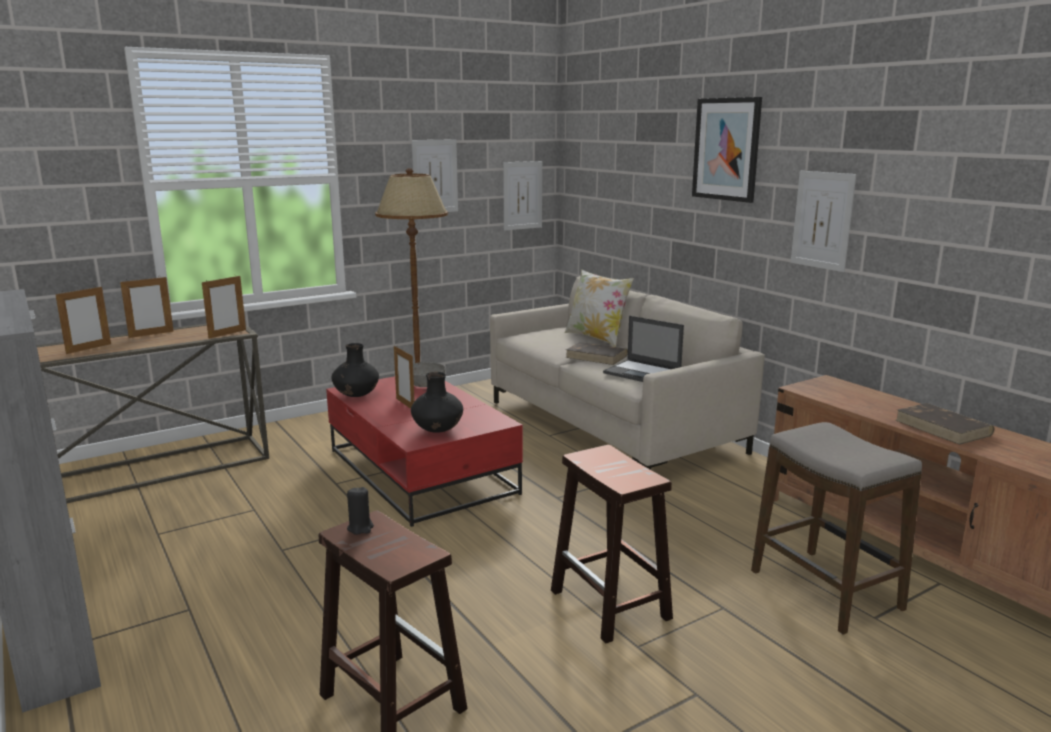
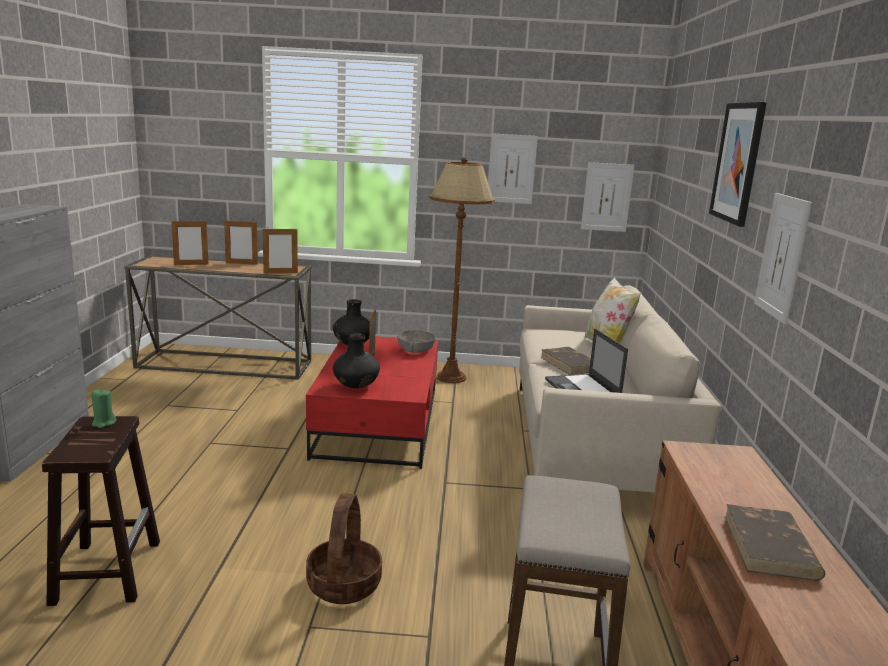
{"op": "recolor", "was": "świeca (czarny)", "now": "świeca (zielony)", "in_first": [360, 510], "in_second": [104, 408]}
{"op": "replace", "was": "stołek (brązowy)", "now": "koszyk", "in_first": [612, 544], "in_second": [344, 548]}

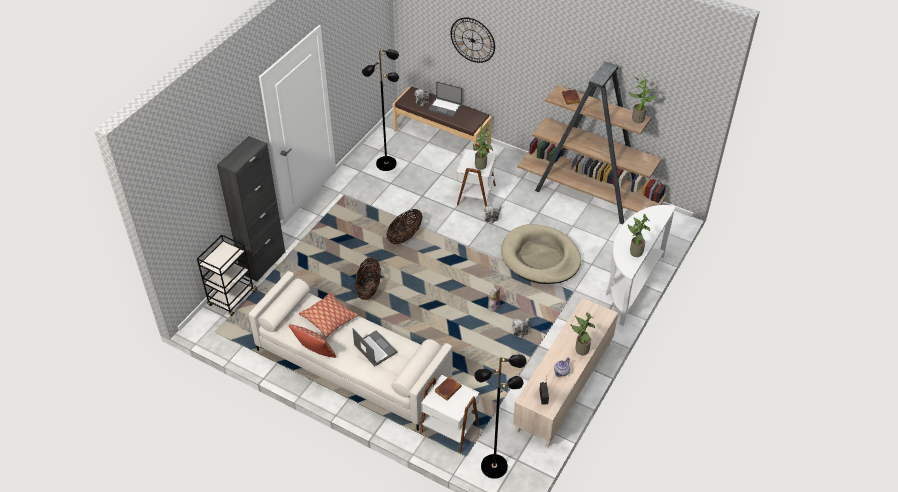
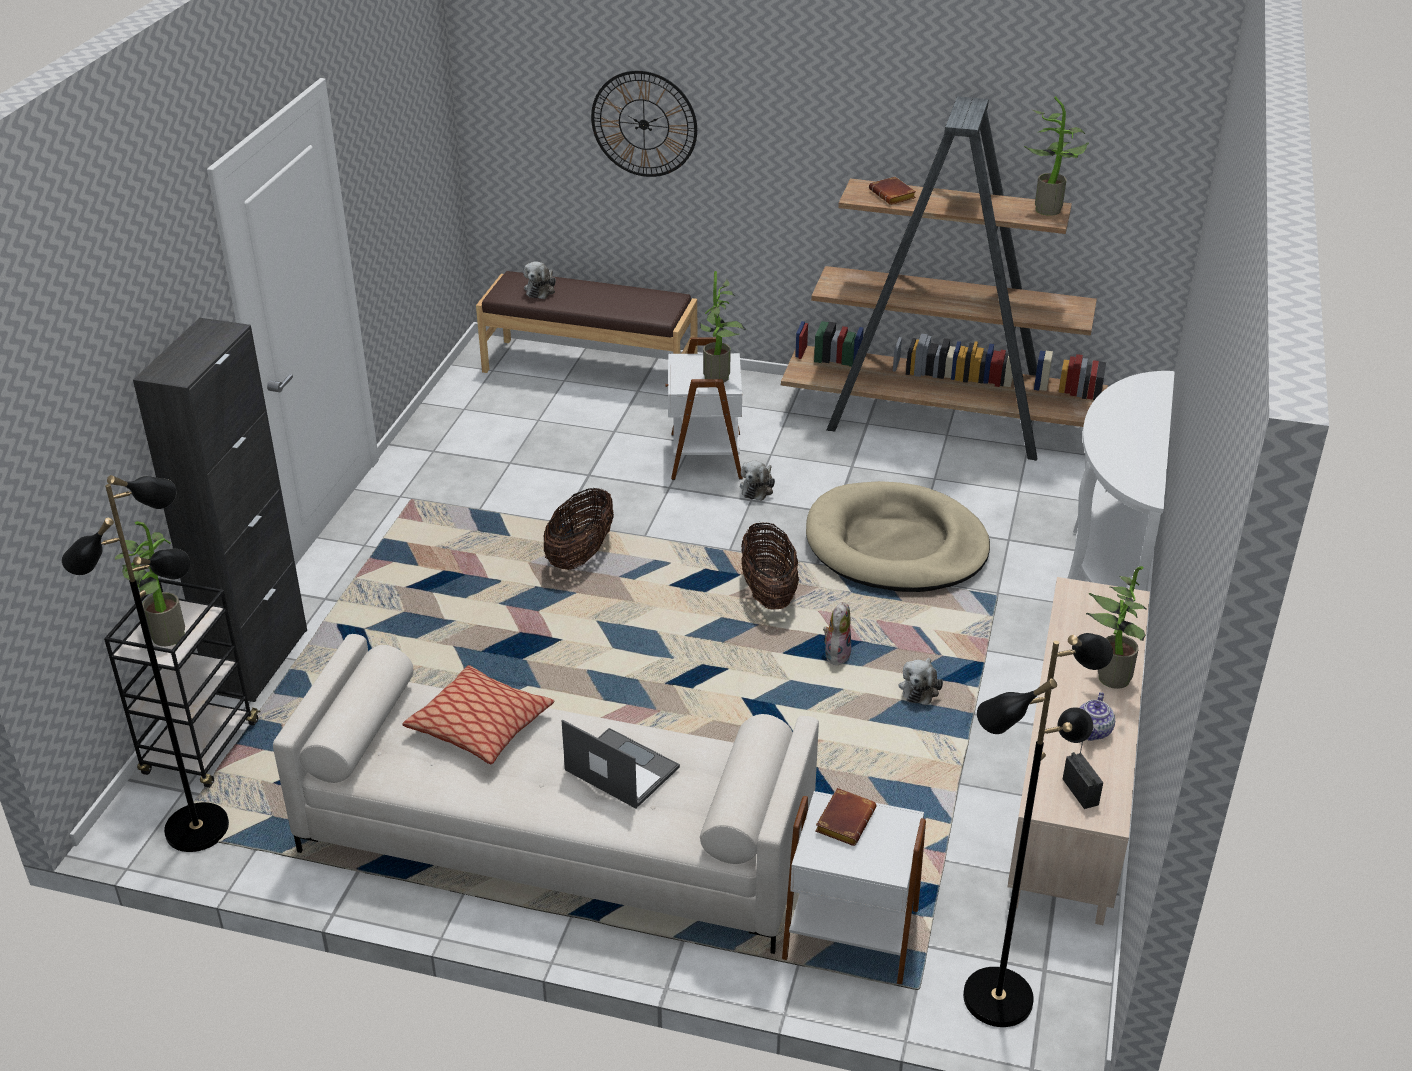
{"op": "move", "was": "lampa stojąca (czarny)", "in_first": [380, 109], "in_second": [145, 663]}
{"op": "move", "was": "roślina doniczkowa", "in_first": [639, 235], "in_second": [150, 583]}
{"op": "move", "was": "koszyk", "in_first": [368, 278], "in_second": [770, 565]}
{"op": "delete", "was": "poduszka", "in_first": [312, 341]}
{"op": "delete", "was": "laptop", "in_first": [445, 99]}

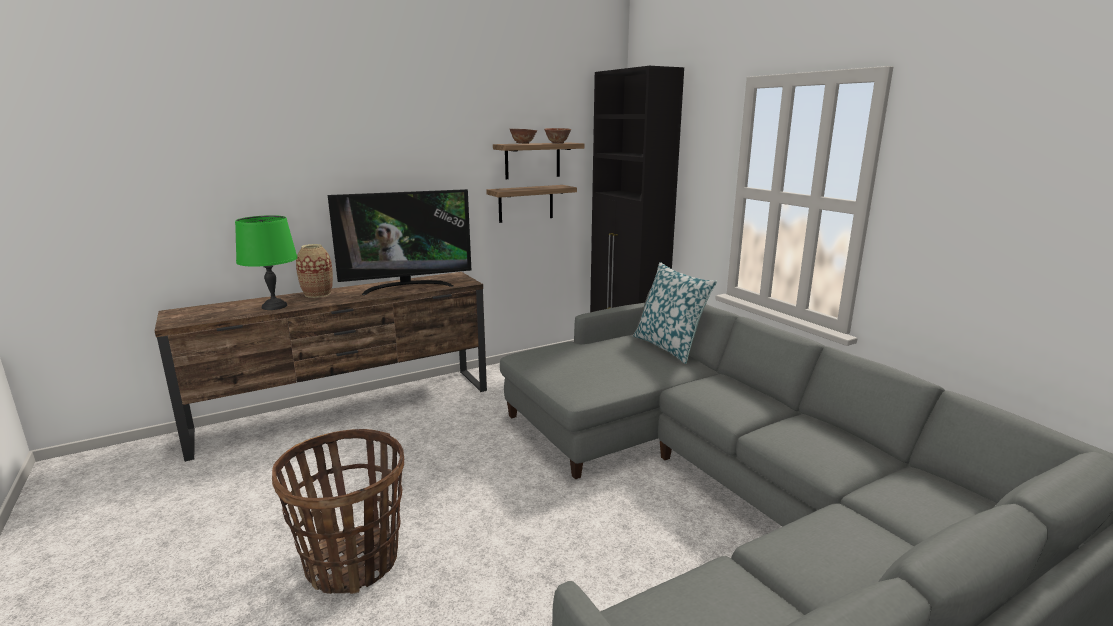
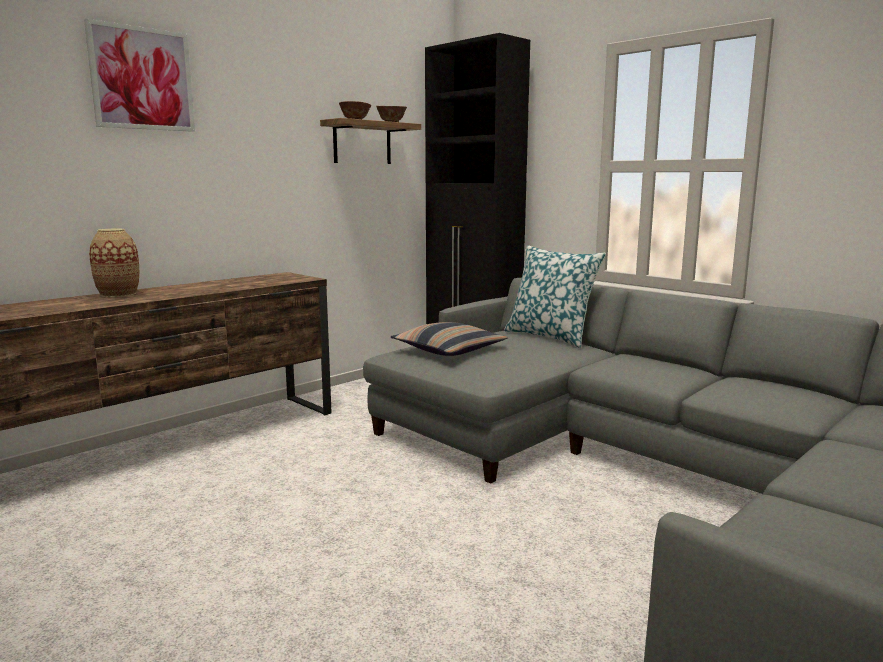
{"op": "insert", "now": "obraz", "in_second": [139, 75]}
{"op": "insert", "now": "poduszka", "in_second": [449, 339]}
{"op": "delete", "was": "lampa stołowa (zielony)", "in_first": [266, 262]}
{"op": "delete", "was": "koszyk", "in_first": [338, 511]}
{"op": "delete", "was": "telewizor", "in_first": [399, 242]}
{"op": "delete", "was": "półka", "in_first": [531, 204]}

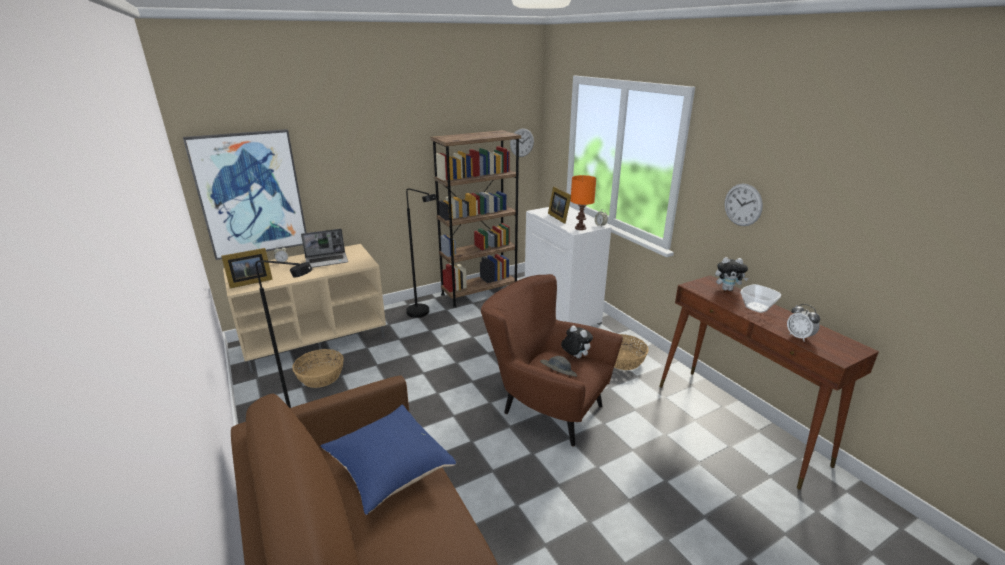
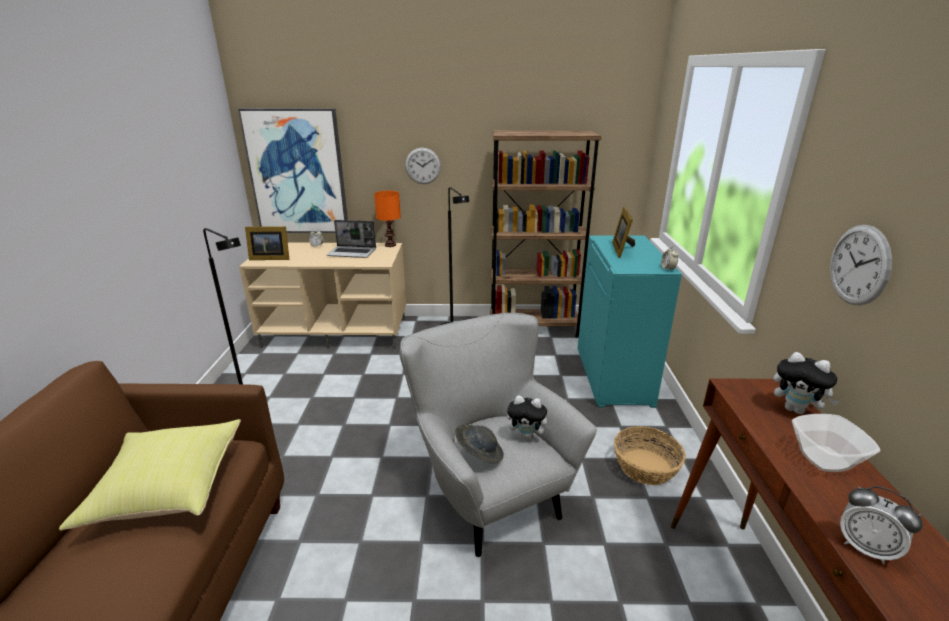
{"op": "recolor", "was": "poduszka (niebieski)", "now": "poduszka (żółty)", "in_first": [388, 459], "in_second": [150, 475]}
{"op": "move", "was": "lampa stołowa (pomarańczowy)", "in_first": [583, 202], "in_second": [387, 219]}
{"op": "recolor", "was": "fotel (brązowy)", "now": "fotel (szary)", "in_first": [552, 360], "in_second": [498, 435]}
{"op": "move", "was": "zegar ścienny", "in_first": [522, 142], "in_second": [423, 166]}
{"op": "rotate", "was": "pluszak", "in_first": [577, 341], "in_second": [529, 418], "clockwise": 120}
{"op": "recolor", "was": "szafka (biały)", "now": "szafka (turkusowy)", "in_first": [568, 266], "in_second": [630, 321]}
{"op": "rotate", "was": "budzik", "in_first": [803, 322], "in_second": [881, 525], "clockwise": -45}
{"op": "delete", "was": "koszyk", "in_first": [318, 368]}

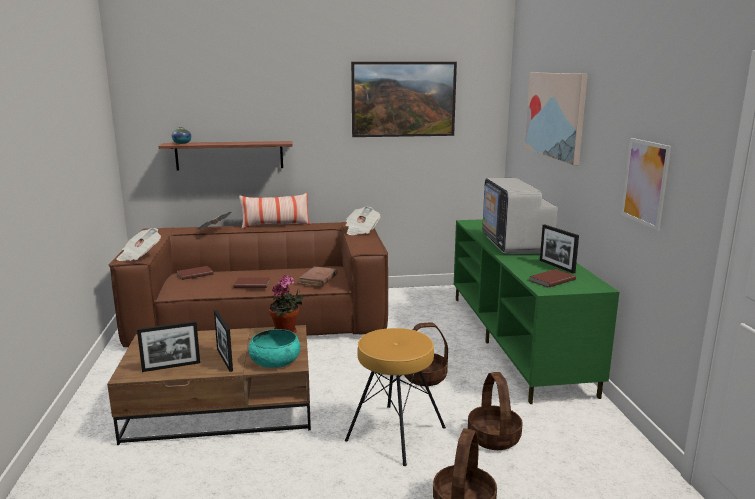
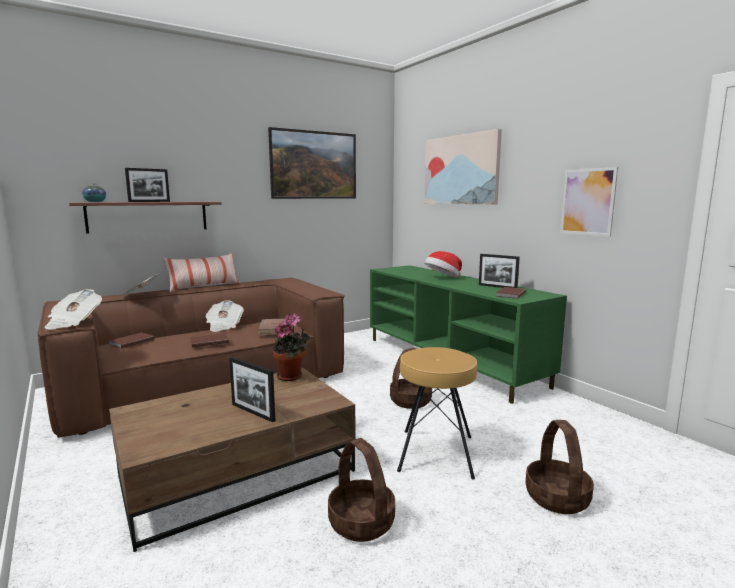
{"op": "move", "was": "ramka na zdjęcie", "in_first": [168, 346], "in_second": [147, 185]}
{"op": "move", "was": "gazeta", "in_first": [363, 221], "in_second": [224, 316]}
{"op": "move", "was": "koszyk", "in_first": [495, 411], "in_second": [361, 490]}
{"op": "replace", "was": "telewizor", "now": "kapelusz", "in_first": [520, 216], "in_second": [443, 264]}
{"op": "delete", "was": "miska (turkusowy)", "in_first": [274, 348]}

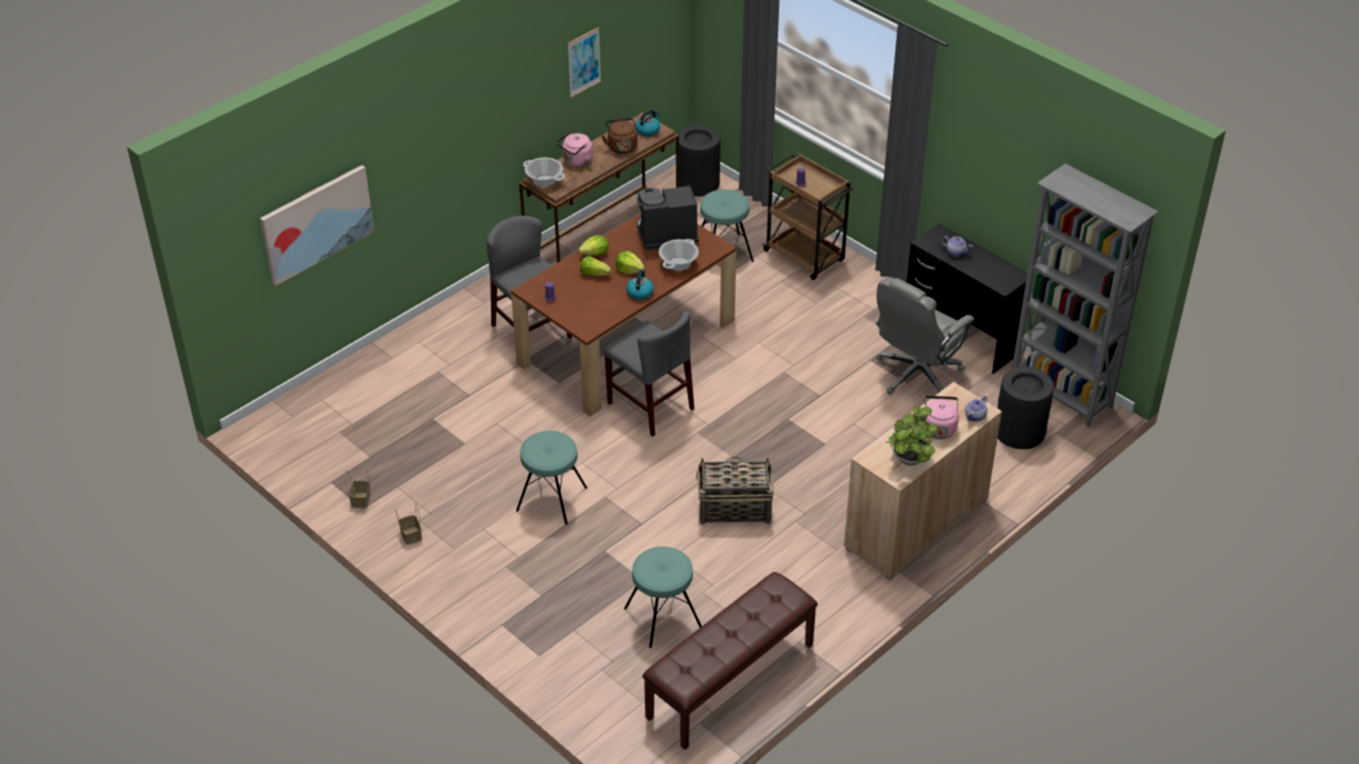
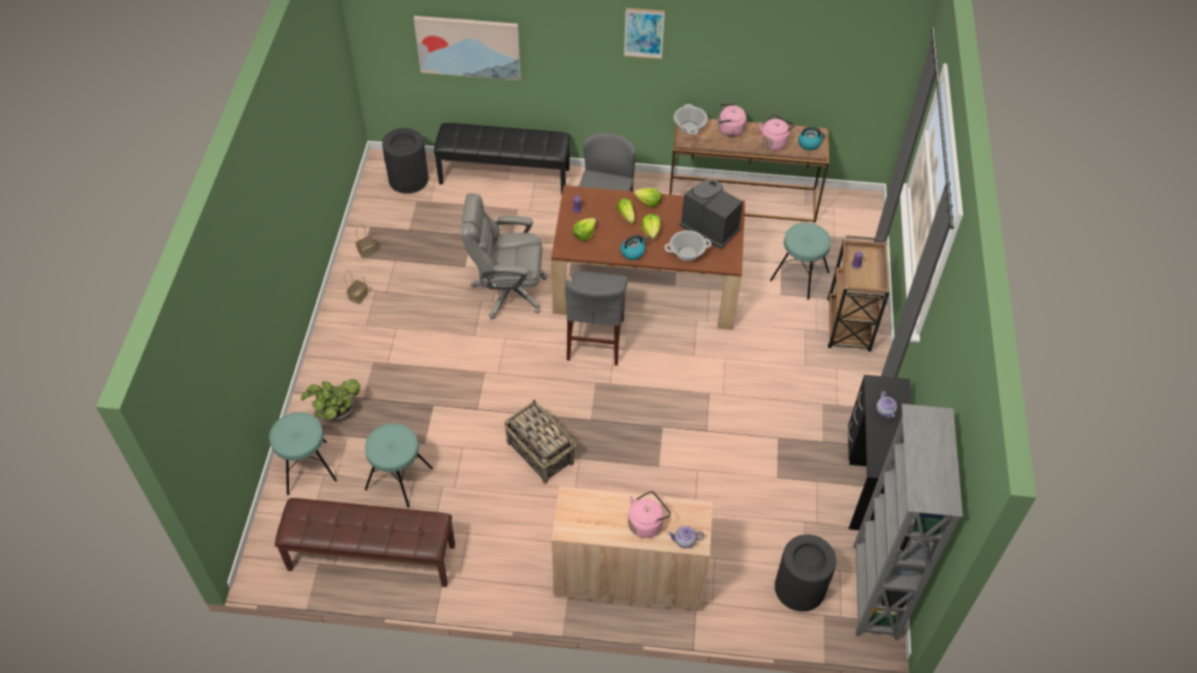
{"op": "move", "was": "stołek (turkusowy)", "in_first": [551, 478], "in_second": [303, 453]}
{"op": "move", "was": "roślina doniczkowa", "in_first": [912, 435], "in_second": [330, 399]}
{"op": "move", "was": "kosz na śmieci (czarny)", "in_first": [699, 161], "in_second": [405, 161]}
{"op": "insert", "now": "ławka (czarny)", "in_second": [502, 159]}
{"op": "move", "was": "krzesło biurowe (szary)", "in_first": [925, 336], "in_second": [504, 256]}
{"op": "insert", "now": "sałata", "in_second": [584, 229]}
{"op": "move", "was": "obraz", "in_first": [584, 62], "in_second": [644, 33]}
{"op": "recolor", "was": "czajnik (brązowy)", "now": "czajnik (różowy)", "in_first": [619, 136], "in_second": [777, 132]}

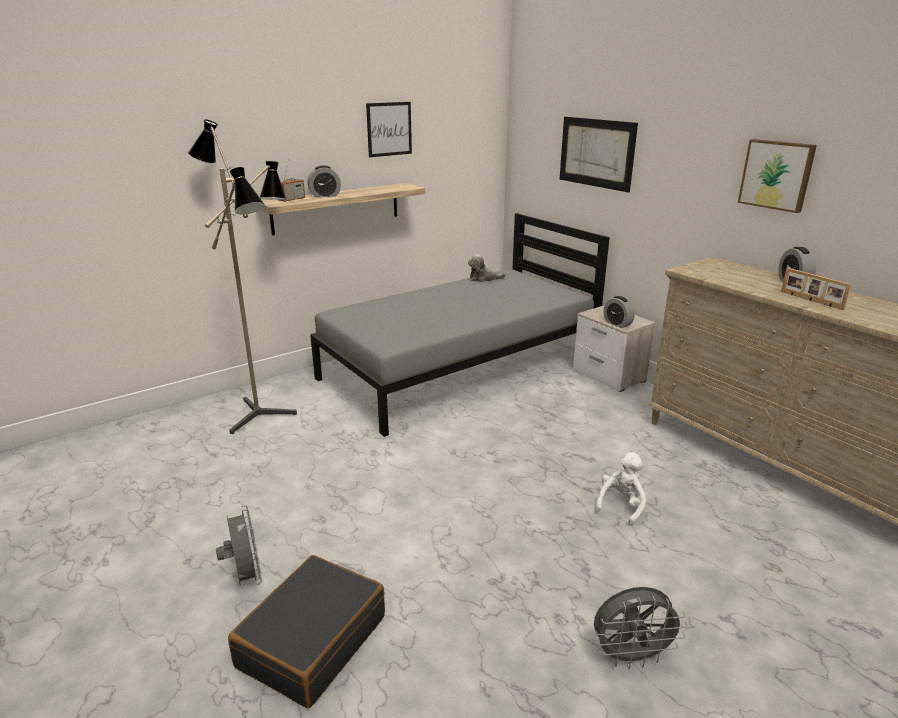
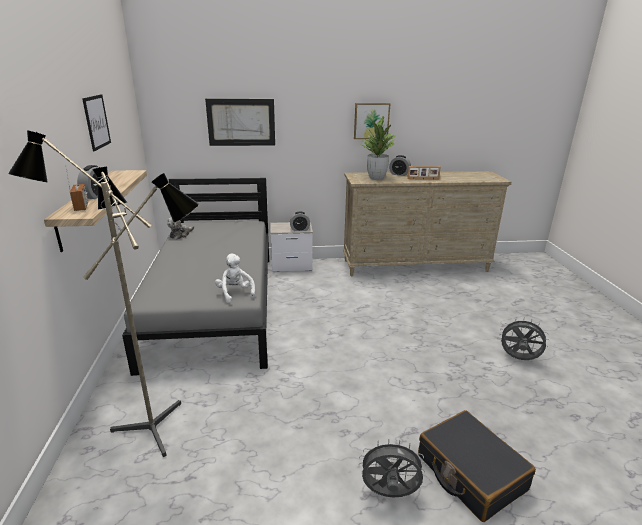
{"op": "move", "was": "pluszak (biały)", "in_first": [620, 489], "in_second": [235, 278]}
{"op": "insert", "now": "roślina doniczkowa", "in_second": [378, 148]}
{"op": "rotate", "was": "wentylator (szary)", "in_first": [640, 628], "in_second": [524, 338], "clockwise": -90}

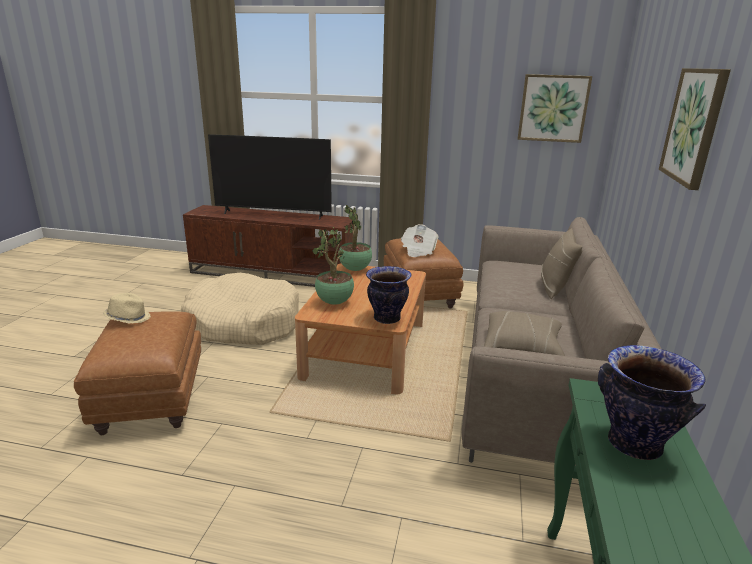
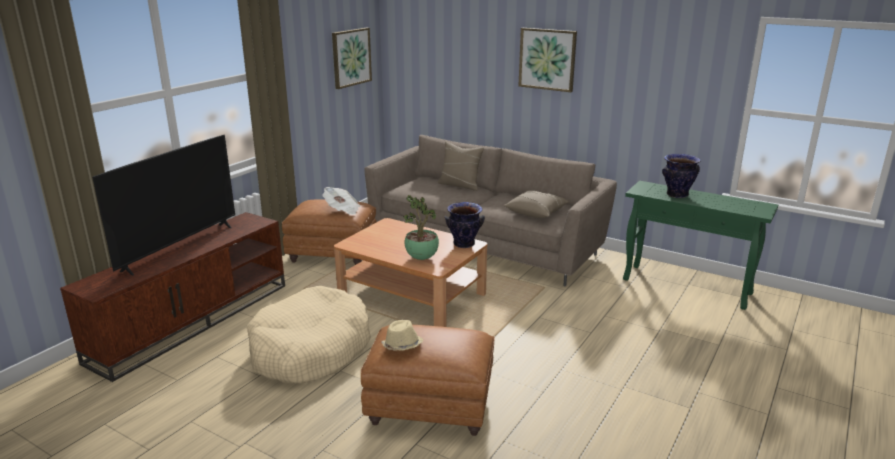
{"op": "delete", "was": "roślina doniczkowa", "in_first": [355, 238]}

